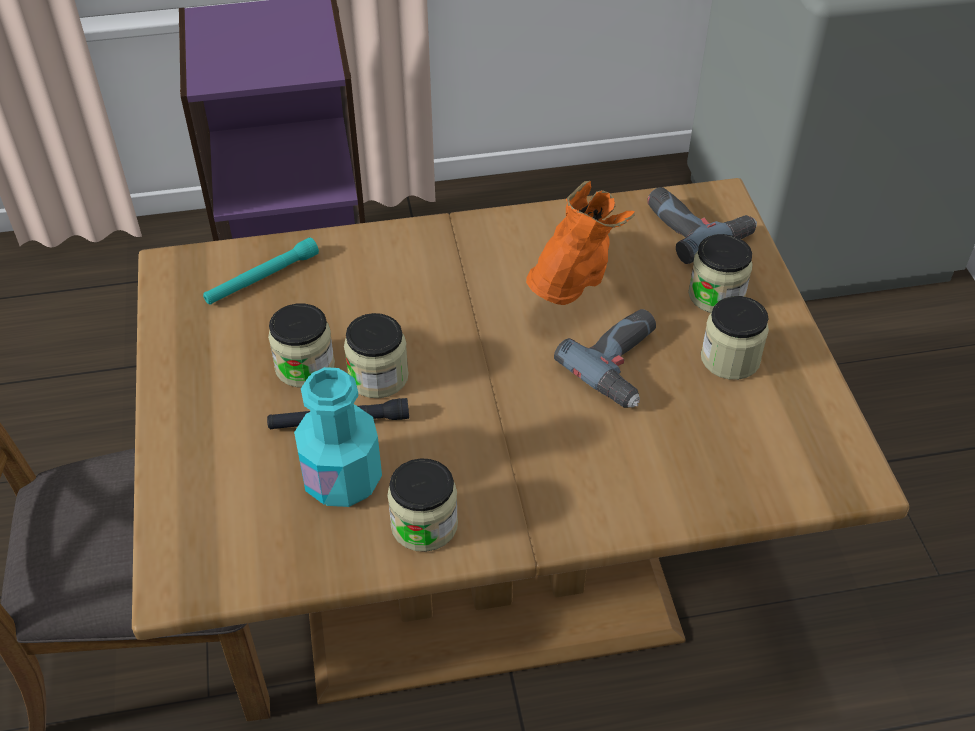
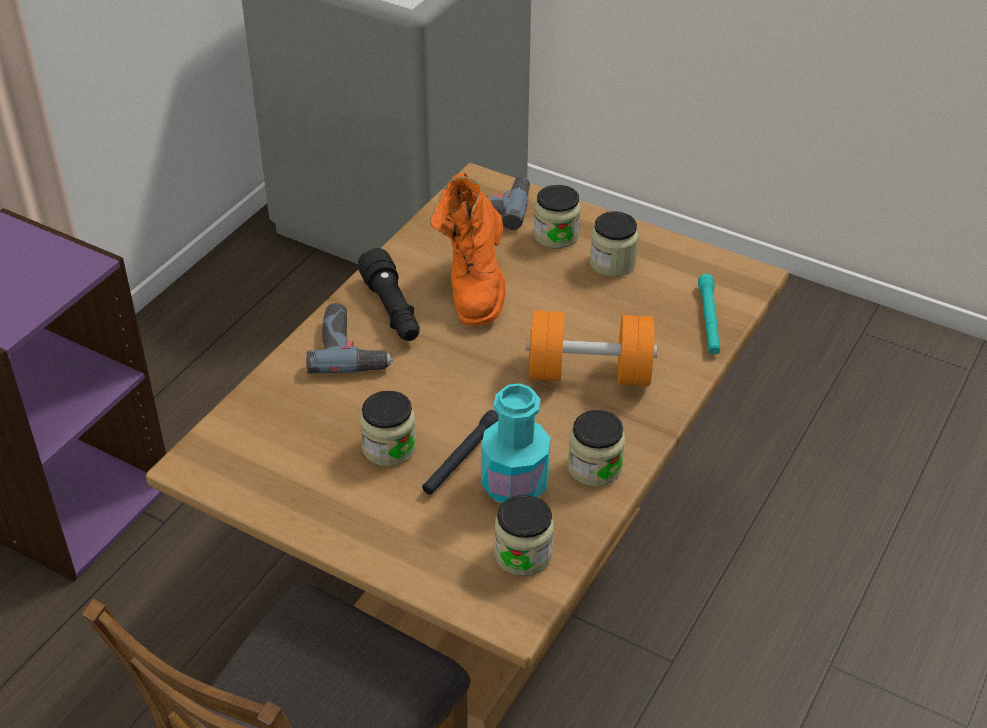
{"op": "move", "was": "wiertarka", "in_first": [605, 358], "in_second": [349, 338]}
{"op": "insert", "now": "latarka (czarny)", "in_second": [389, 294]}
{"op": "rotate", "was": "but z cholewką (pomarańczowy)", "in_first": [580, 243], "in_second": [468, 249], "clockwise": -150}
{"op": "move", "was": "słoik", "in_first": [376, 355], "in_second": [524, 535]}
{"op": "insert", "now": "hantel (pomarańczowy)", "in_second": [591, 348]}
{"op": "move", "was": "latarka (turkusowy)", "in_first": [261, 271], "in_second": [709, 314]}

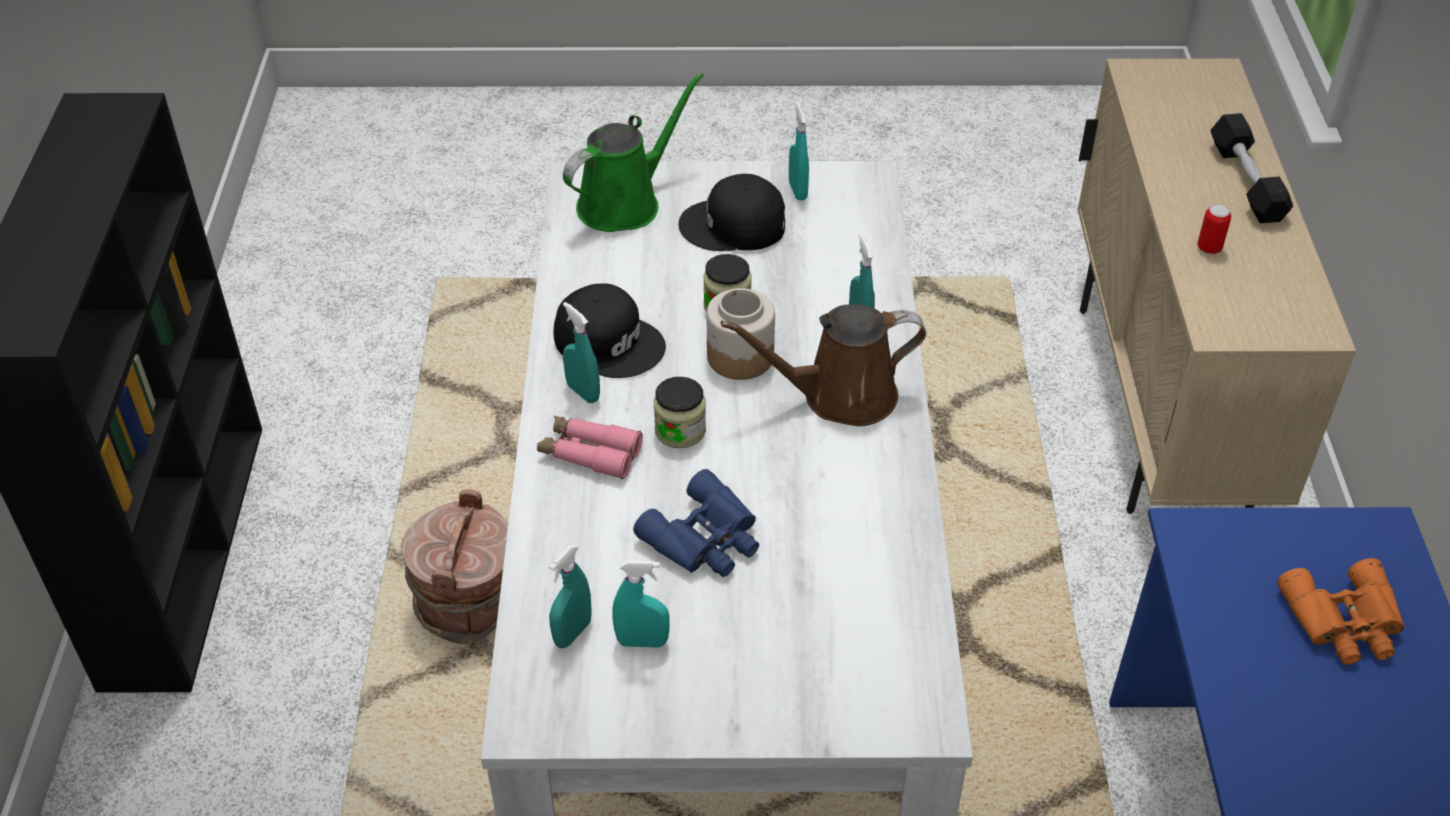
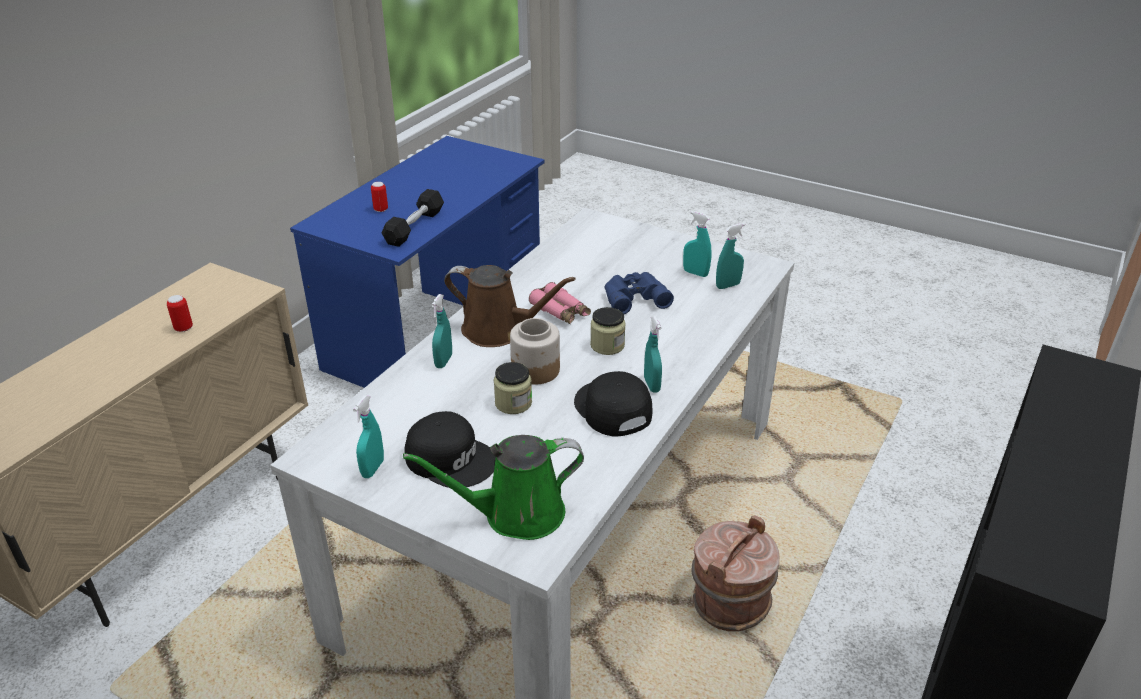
{"op": "replace", "was": "lornetka (pomarańczowy)", "now": "puszka", "in_first": [1341, 611], "in_second": [379, 197]}
{"op": "move", "was": "hantel (czarny)", "in_first": [1251, 168], "in_second": [413, 218]}
{"op": "move", "was": "lornetka (różowy)", "in_first": [590, 447], "in_second": [560, 303]}

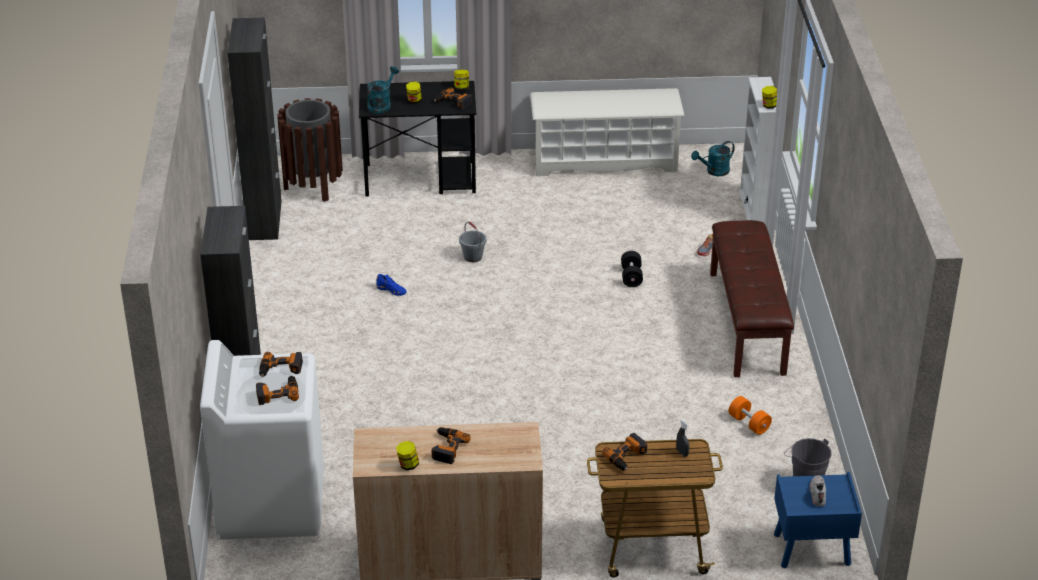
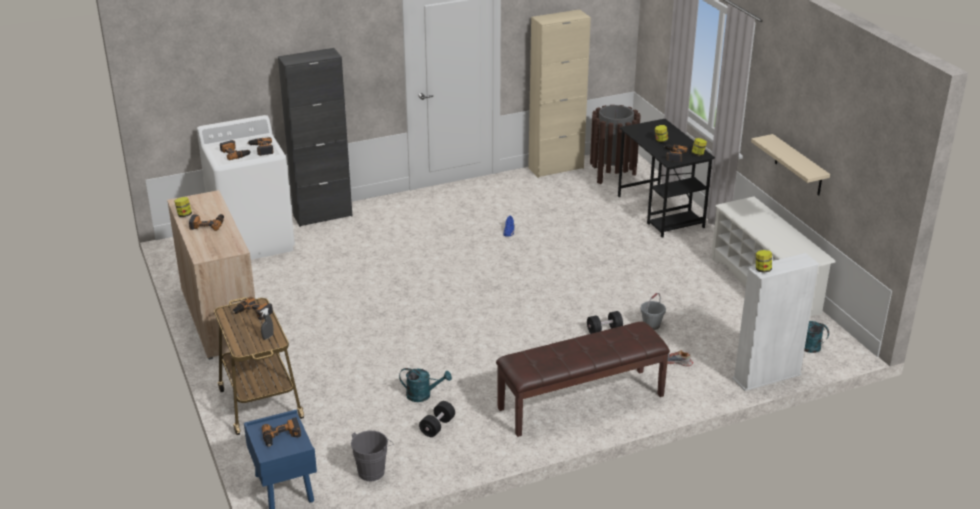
{"op": "replace", "was": "but (biały)", "now": "wiertarka", "in_first": [817, 490], "in_second": [281, 432]}
{"op": "move", "was": "konewka (turkusowy)", "in_first": [383, 89], "in_second": [425, 385]}
{"op": "recolor", "was": "hantel (pomarańczowy)", "now": "hantel (czarny)", "in_first": [750, 415], "in_second": [437, 419]}
{"op": "recolor", "was": "szafka (czarny)", "now": "szafka (beżowy)", "in_first": [255, 129], "in_second": [559, 93]}
{"op": "move", "was": "wiadro (szary)", "in_first": [473, 242], "in_second": [653, 311]}
{"op": "insert", "now": "półka (beżowy)", "in_second": [790, 164]}

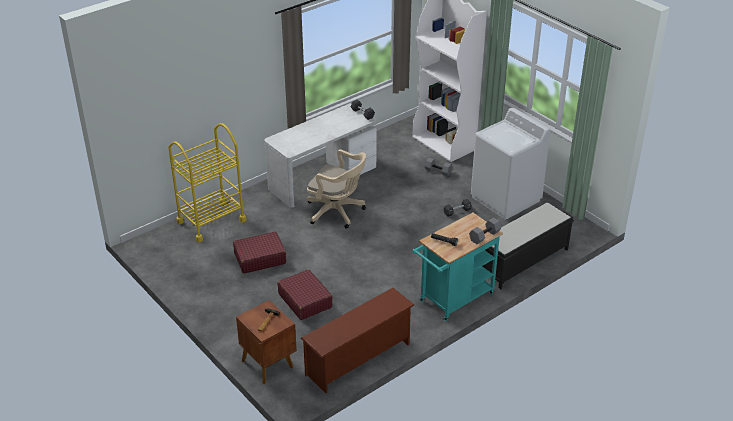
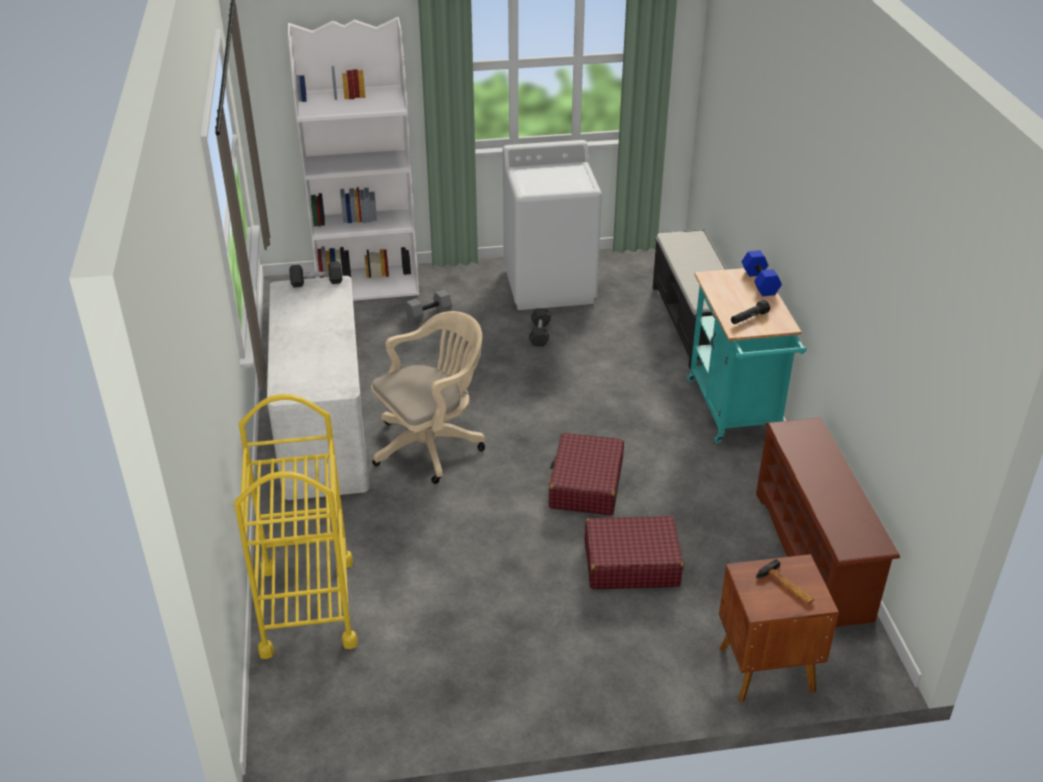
{"op": "move", "was": "walizka (czerwony)", "in_first": [259, 252], "in_second": [586, 474]}
{"op": "recolor", "was": "hantel (szary)", "now": "hantel (niebieski)", "in_first": [485, 231], "in_second": [762, 273]}

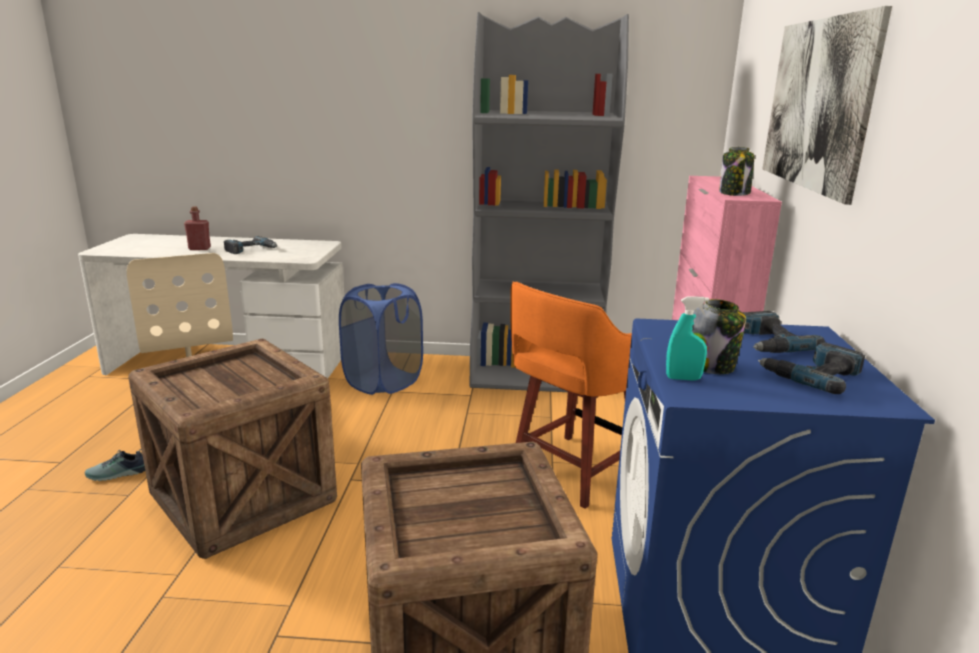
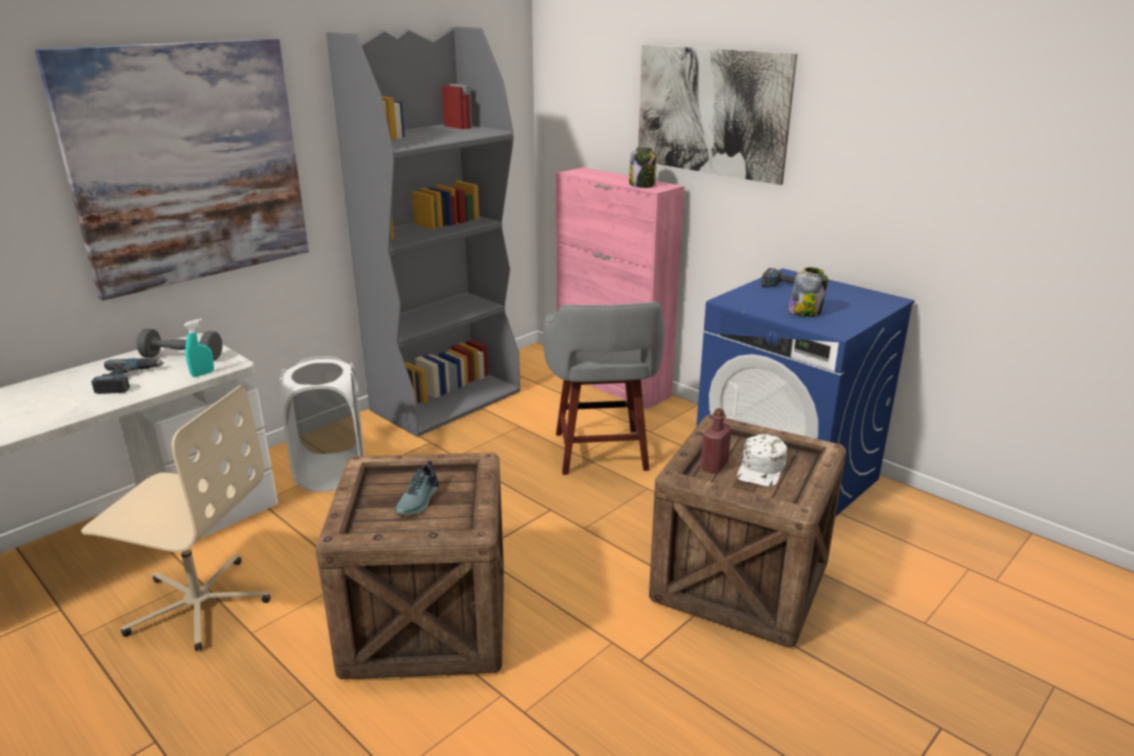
{"op": "insert", "now": "obraz", "in_second": [172, 169]}
{"op": "insert", "now": "hantel (szary)", "in_second": [179, 345]}
{"op": "move", "was": "spryskiwacz (turkusowy)", "in_first": [687, 338], "in_second": [199, 348]}
{"op": "recolor", "was": "kosz na pranie (niebieski)", "now": "kosz na pranie (biały)", "in_first": [381, 339], "in_second": [322, 424]}
{"op": "move", "was": "but", "in_first": [115, 465], "in_second": [417, 487]}
{"op": "recolor", "was": "stołek (pomarańczowy)", "now": "stołek (szary)", "in_first": [571, 395], "in_second": [604, 388]}
{"op": "move", "was": "butelka (czerwony)", "in_first": [197, 228], "in_second": [716, 441]}
{"op": "insert", "now": "czapka z daszkiem (biały)", "in_second": [762, 460]}
{"op": "delete", "was": "wiertarka", "in_first": [811, 368]}

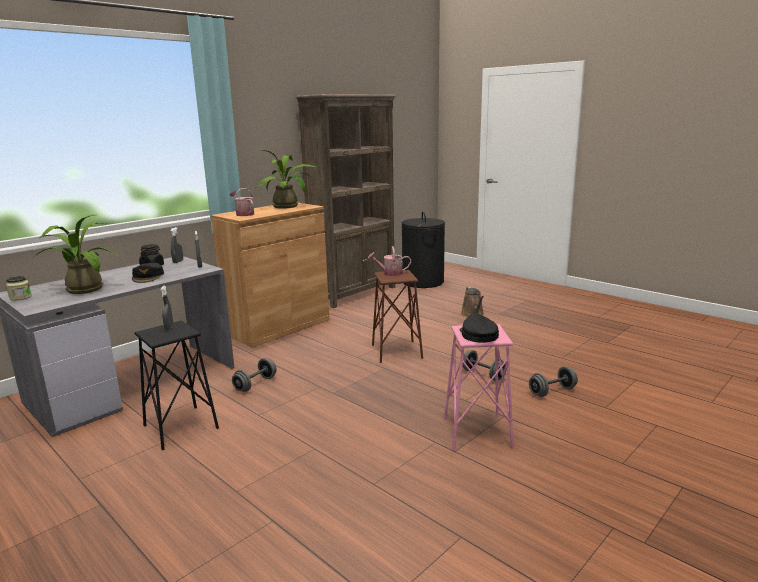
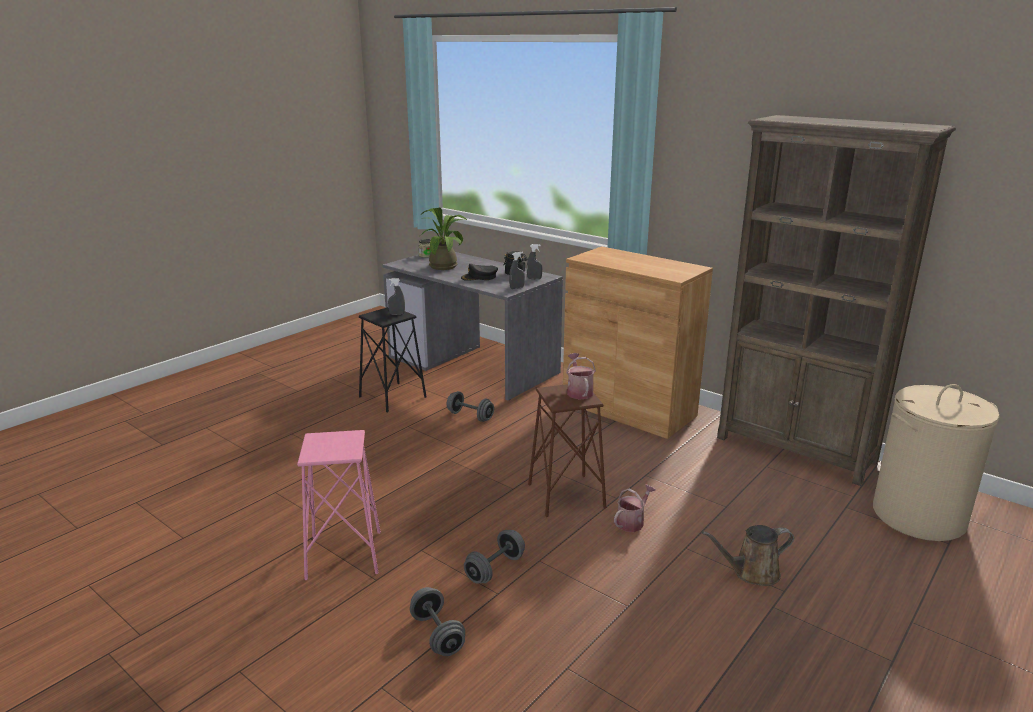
{"op": "move", "was": "konewka", "in_first": [242, 202], "in_second": [635, 508]}
{"op": "recolor", "was": "kosz na pranie (czarny)", "now": "kosz na pranie (beżowy)", "in_first": [423, 250], "in_second": [936, 462]}
{"op": "delete", "was": "roślina doniczkowa", "in_first": [286, 179]}
{"op": "delete", "was": "czapka z daszkiem (czarny)", "in_first": [479, 328]}

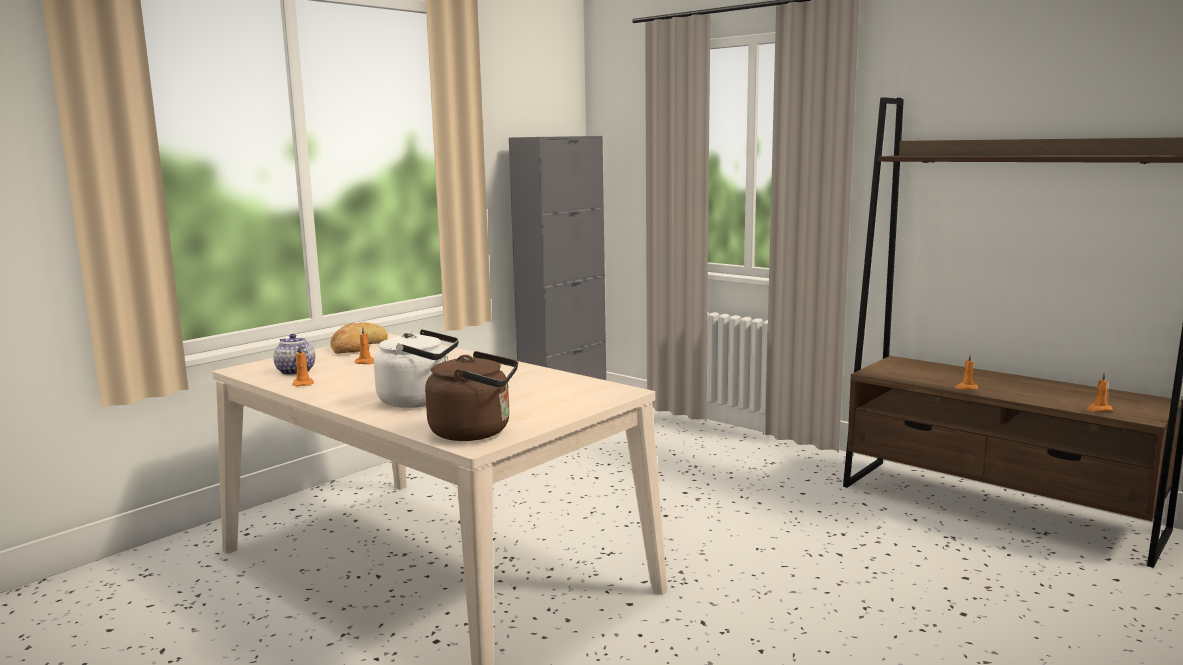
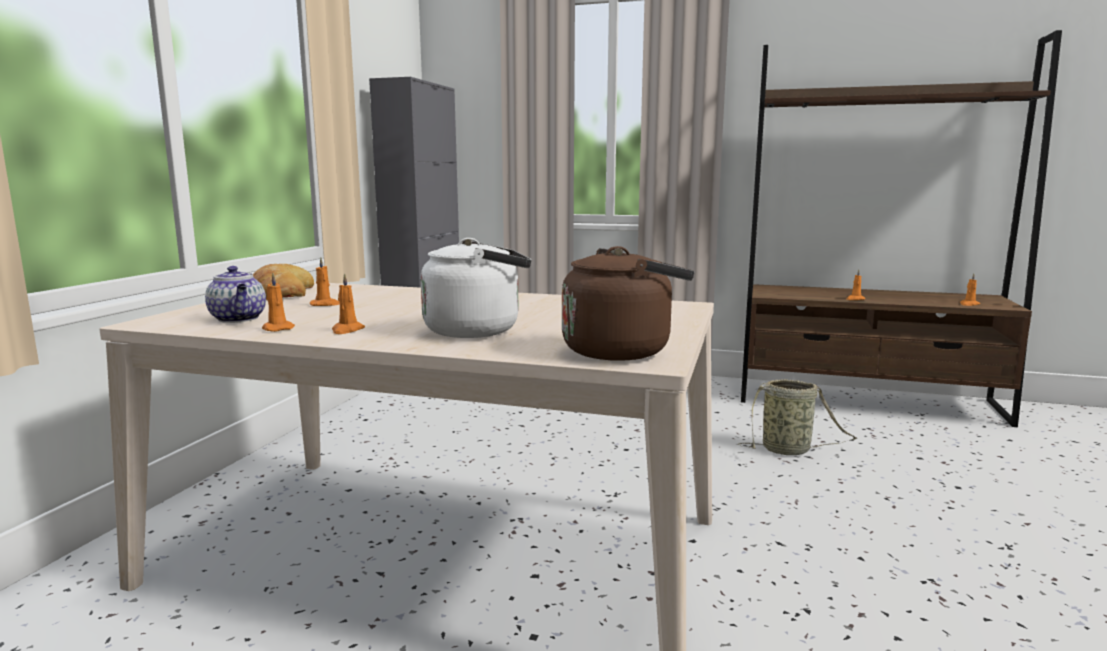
{"op": "rotate", "was": "imbryk", "in_first": [294, 354], "in_second": [235, 294], "clockwise": -150}
{"op": "insert", "now": "świeca (pomarańczowy)", "in_second": [348, 303]}
{"op": "insert", "now": "koszyk", "in_second": [798, 417]}

